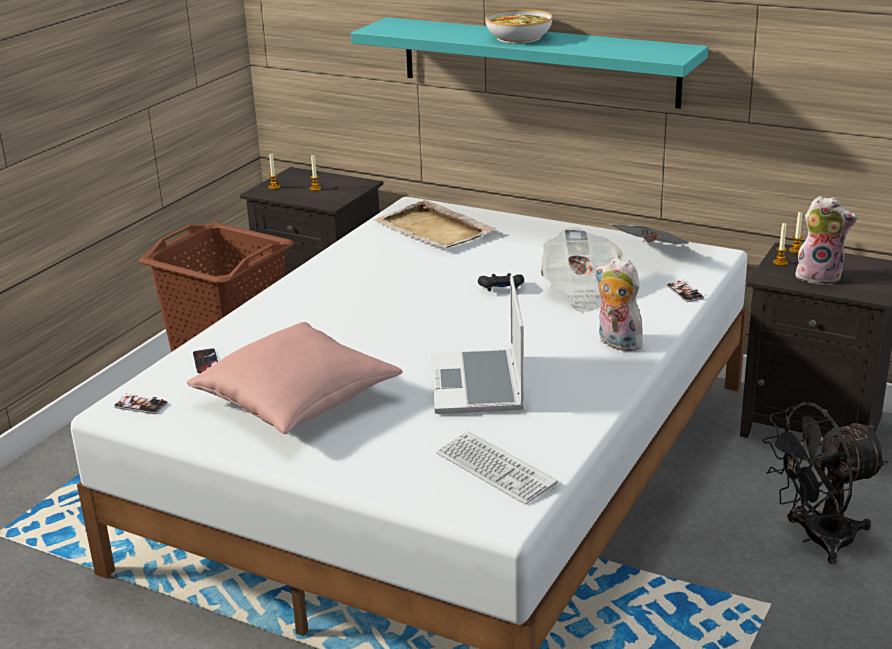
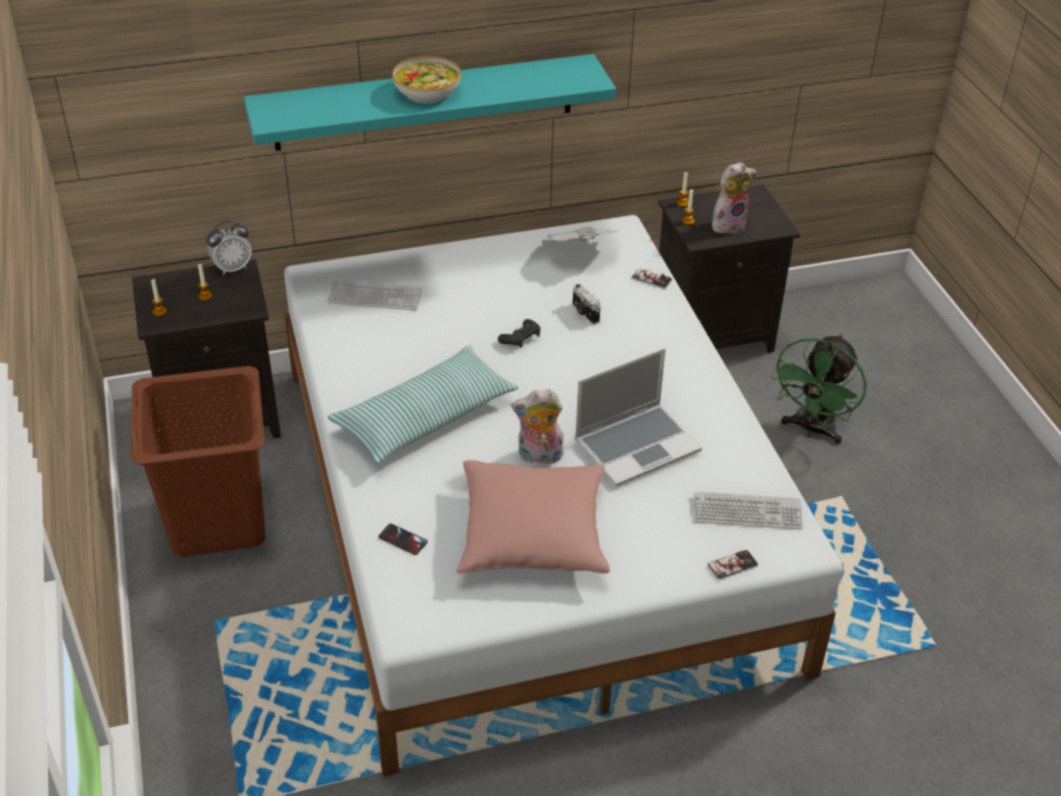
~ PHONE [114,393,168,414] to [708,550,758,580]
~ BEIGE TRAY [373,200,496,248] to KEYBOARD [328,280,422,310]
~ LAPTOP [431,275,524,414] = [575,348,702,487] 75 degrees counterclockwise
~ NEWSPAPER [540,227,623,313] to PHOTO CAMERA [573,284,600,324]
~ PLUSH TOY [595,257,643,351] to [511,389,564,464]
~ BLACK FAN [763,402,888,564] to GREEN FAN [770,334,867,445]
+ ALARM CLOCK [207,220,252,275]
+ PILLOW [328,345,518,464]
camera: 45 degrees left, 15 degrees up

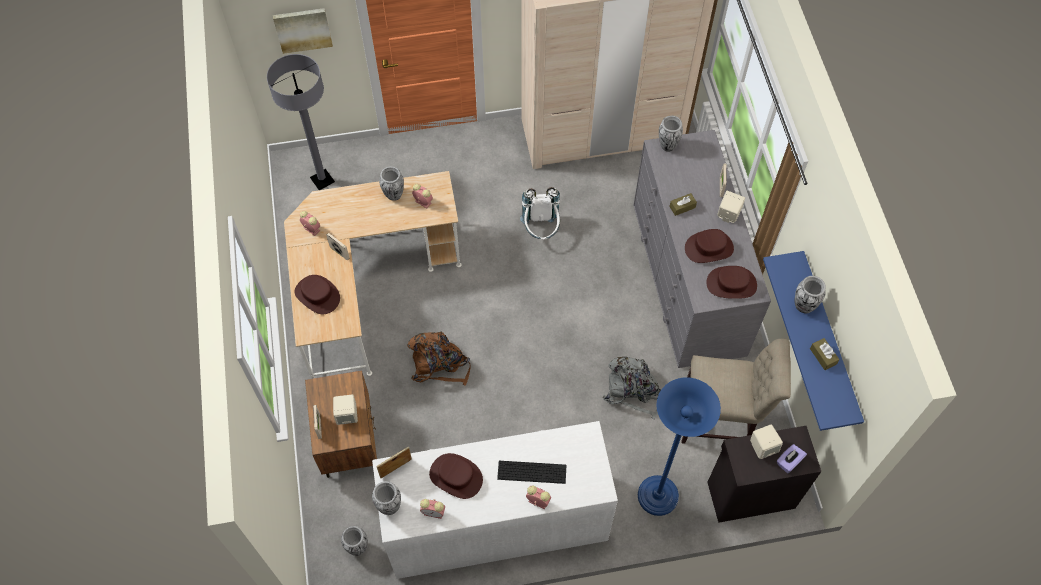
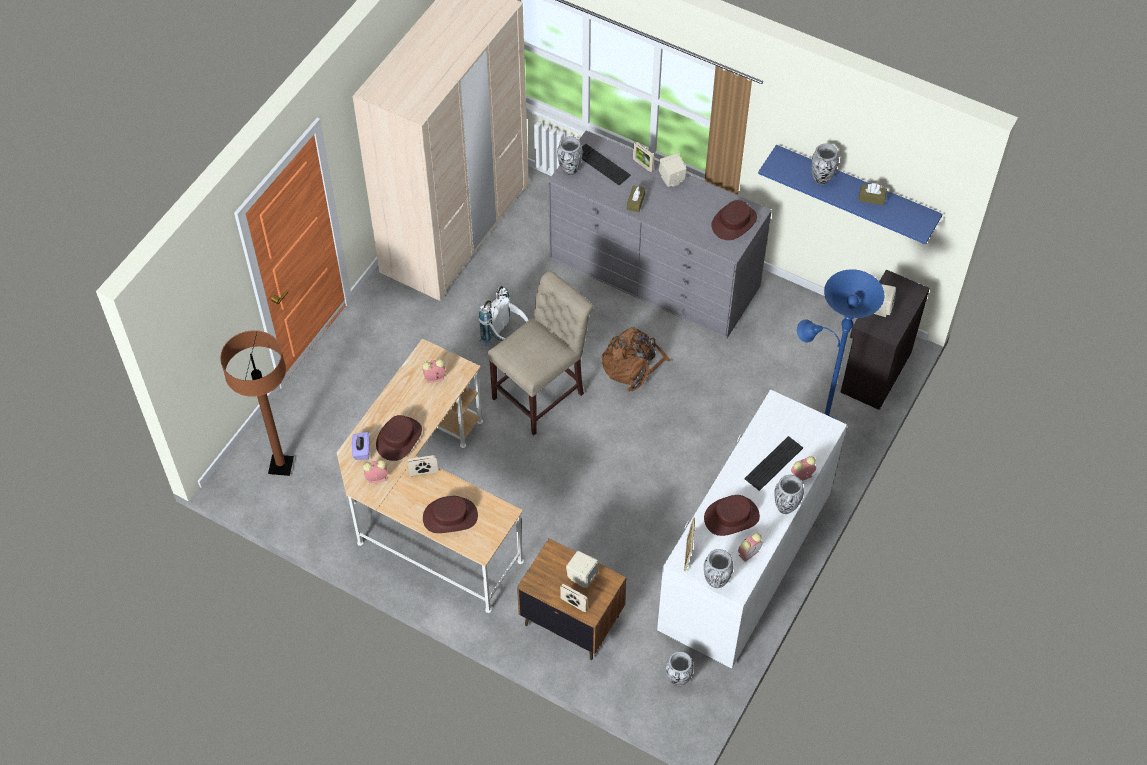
~ GREY FLOOR LAMP [267,54,335,190] to BROWN FLOOR LAMP [220,330,294,476]
- PICTURE [273,8,333,54]
~ VASE [379,166,404,201] to [774,475,804,514]
~ BROWN BACKPACK [408,332,471,386] to [602,327,671,392]
- GREY BACKPACK [603,357,661,419]
~ BEIGE CHAIR [681,338,791,444] to [488,271,594,435]
~ BROWN HAT [685,229,734,263] to [376,415,422,461]
~ PURPLE TISSUE BOX [777,444,807,473] to [352,432,370,460]
+ KEYBOARD [582,144,631,185]
camera: 50 degrees left, 5 degrees down

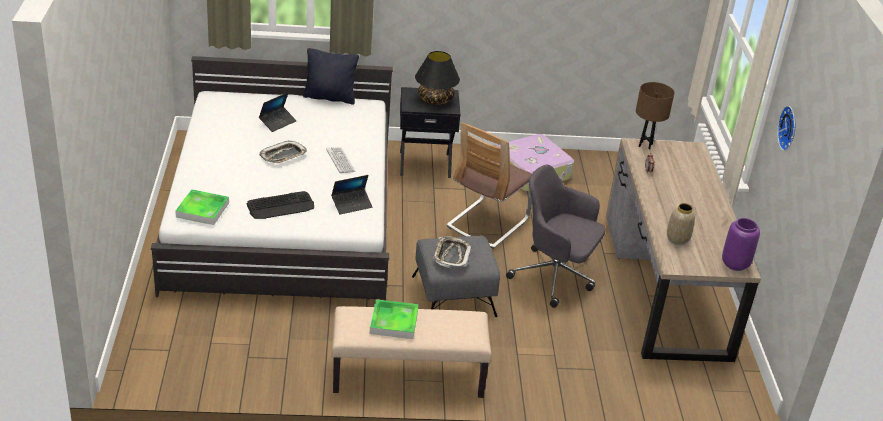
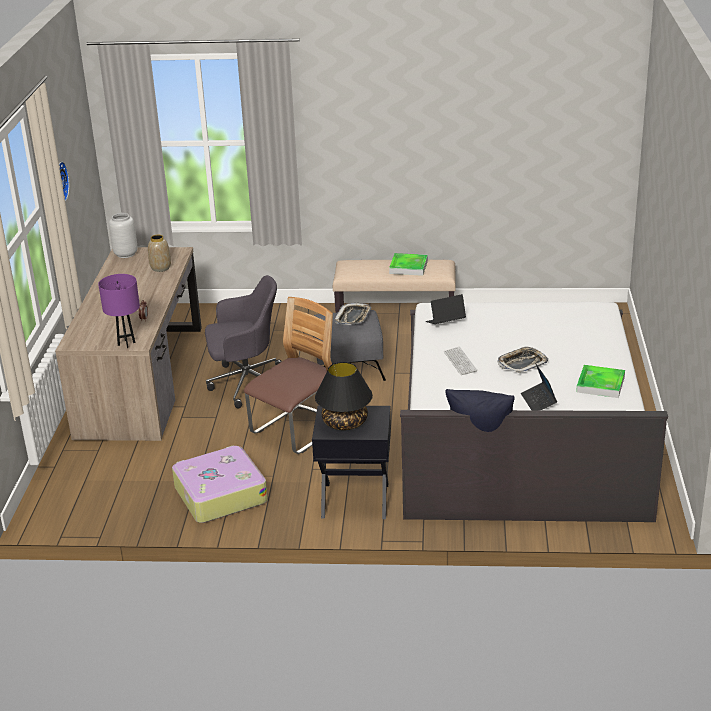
~ TRAY [175,189,229,225] to [576,365,625,398]
- KEYBOARD [247,191,314,219]
~ LAPTOP [259,93,297,132] = [521,364,557,410] 60 degrees counterclockwise
~ GREY OFFICE CHAIR [506,165,605,308] = [205,275,282,408] 45 degrees counterclockwise
~ BROWN TABLE LAMP [636,82,674,150] to PURPLE TABLE LAMP [98,274,140,348]
~ PURPLE VASE [722,218,760,271] to GREY VASE [109,213,138,258]
camera: 170 degrees left, 5 degrees down

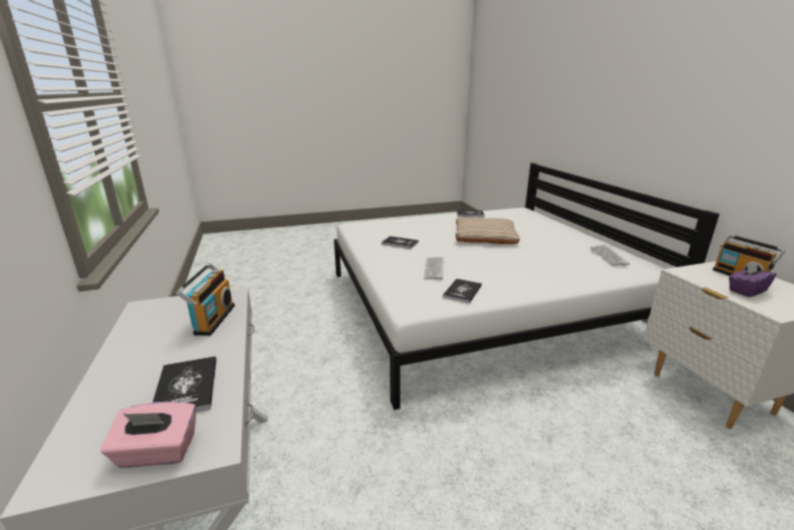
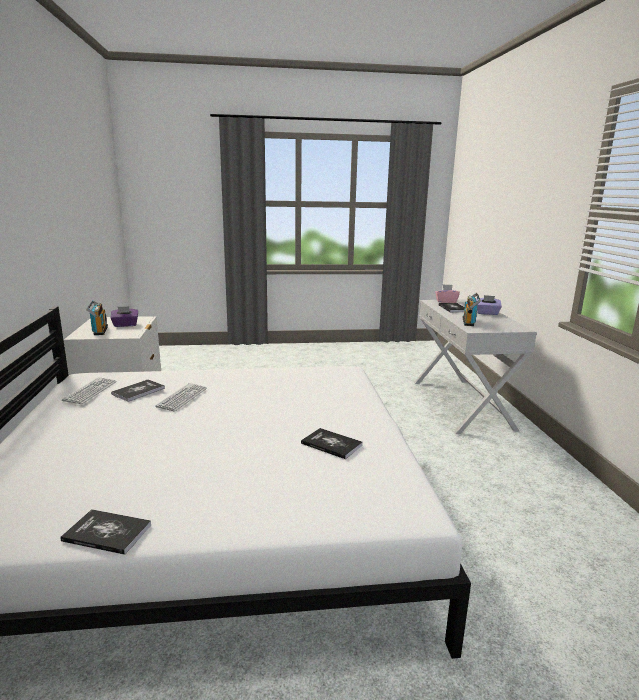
~ KEYBOARD [423,257,444,279] to [155,383,207,412]
~ BOOK [443,279,482,304] to [111,379,165,402]
- BEIGE PILLOW [456,217,520,244]
+ PURPLE TISSUE BOX [476,295,502,315]
camera: 170 degrees left, 5 degrees down

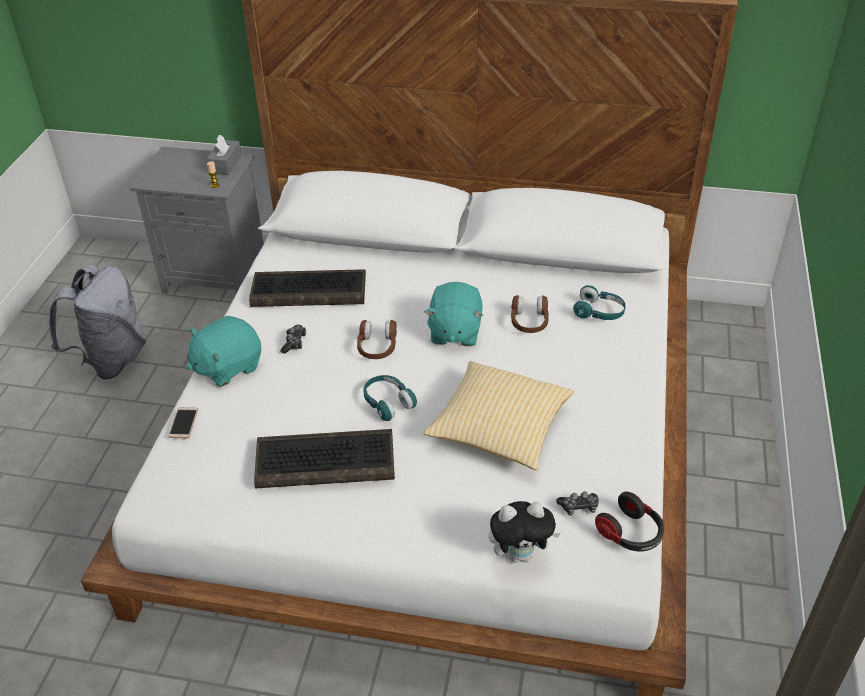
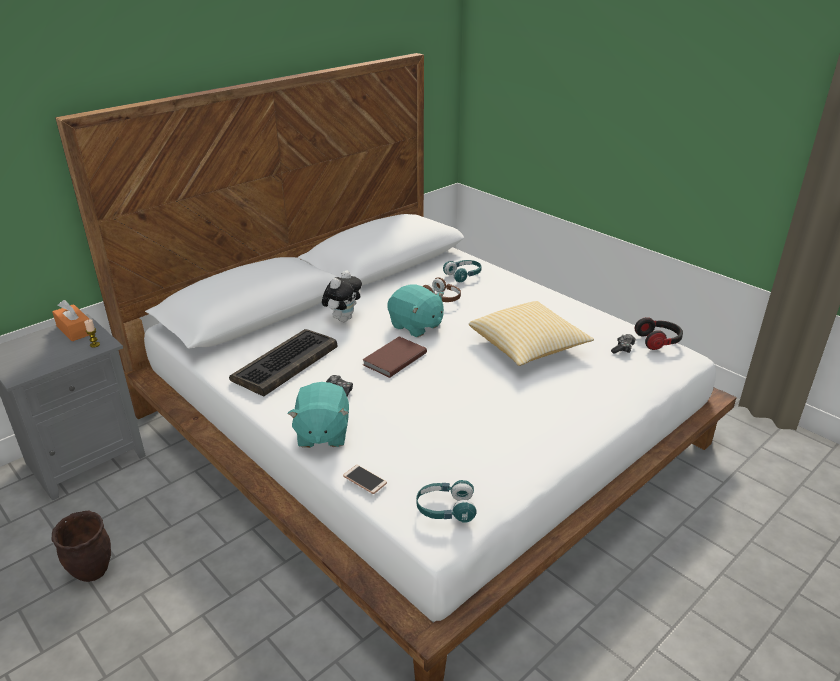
~ GREY BACKPACK [49,265,146,379] to BROWN PLANTER [52,511,111,582]
~ GREY TISSUE BOX [207,135,242,175] to ORANGE TISSUE BOX [52,300,89,341]
- KEYBOARD [254,429,395,489]
~ BROWN HEADPHONES [357,320,397,359] to BROWN BOOK [362,336,427,378]
~ TURQUOISE HEADPHONES [363,375,417,421] to [416,480,477,523]
~ PLUSH TOY [489,501,561,563] to [322,270,362,322]
camera: 55 degrees left, 10 degrees down

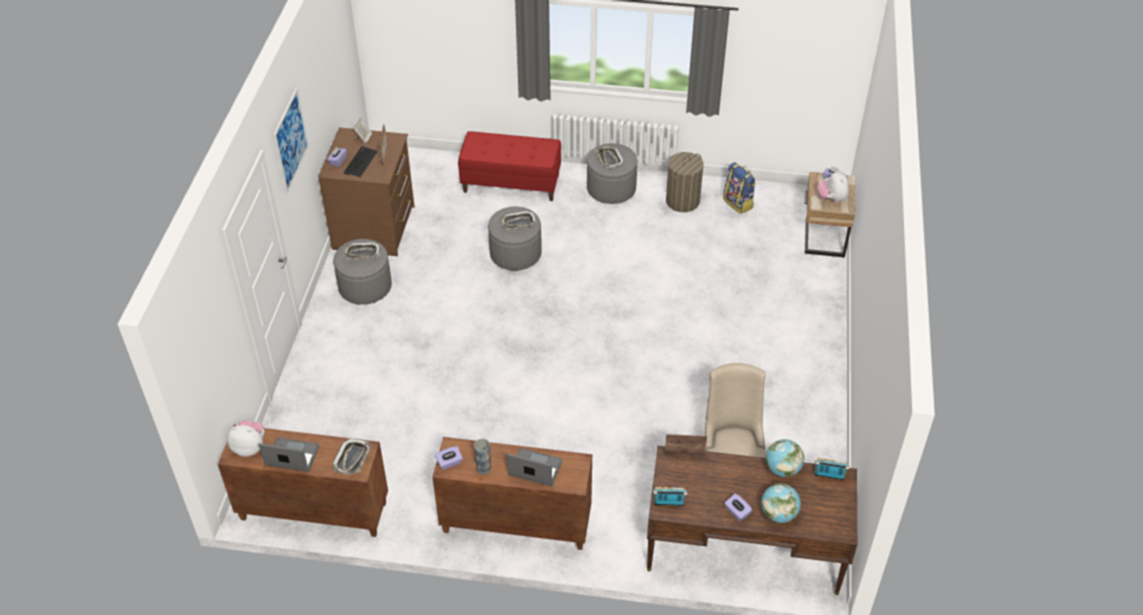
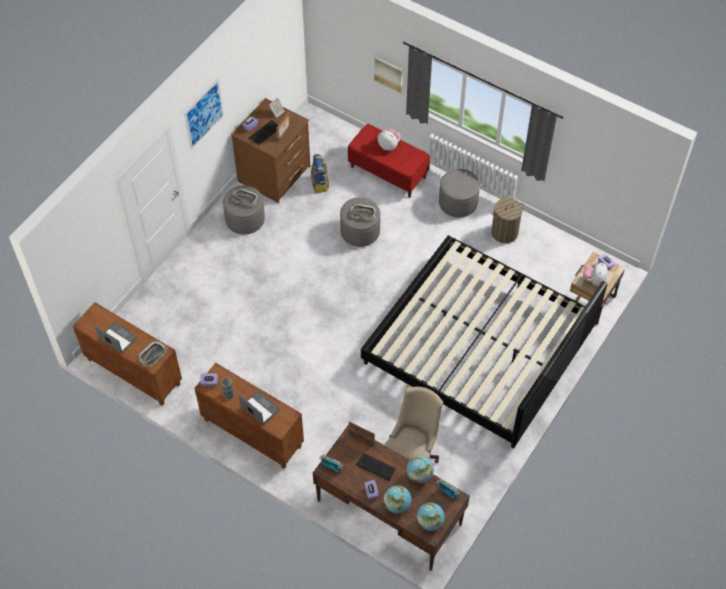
~ PLUSH TOY [227,420,264,457] to [378,129,401,151]
- TRAY [594,146,625,168]
~ BACKPACK [723,162,756,214] to [311,154,329,193]
+ KEYBOARD [356,453,396,481]
+ BED [361,235,607,448]
+ PICTURE [374,57,403,93]
+ GLOBE [417,503,445,531]
camera: 25 degrees right, 10 degrees up

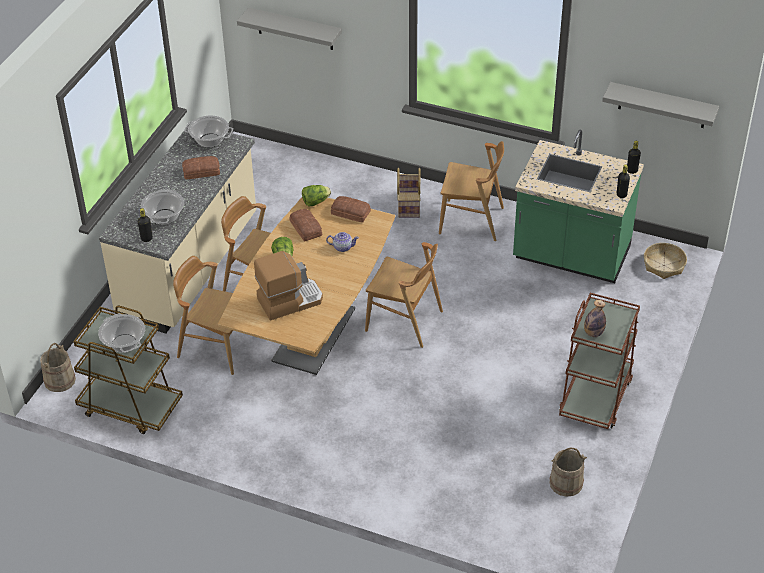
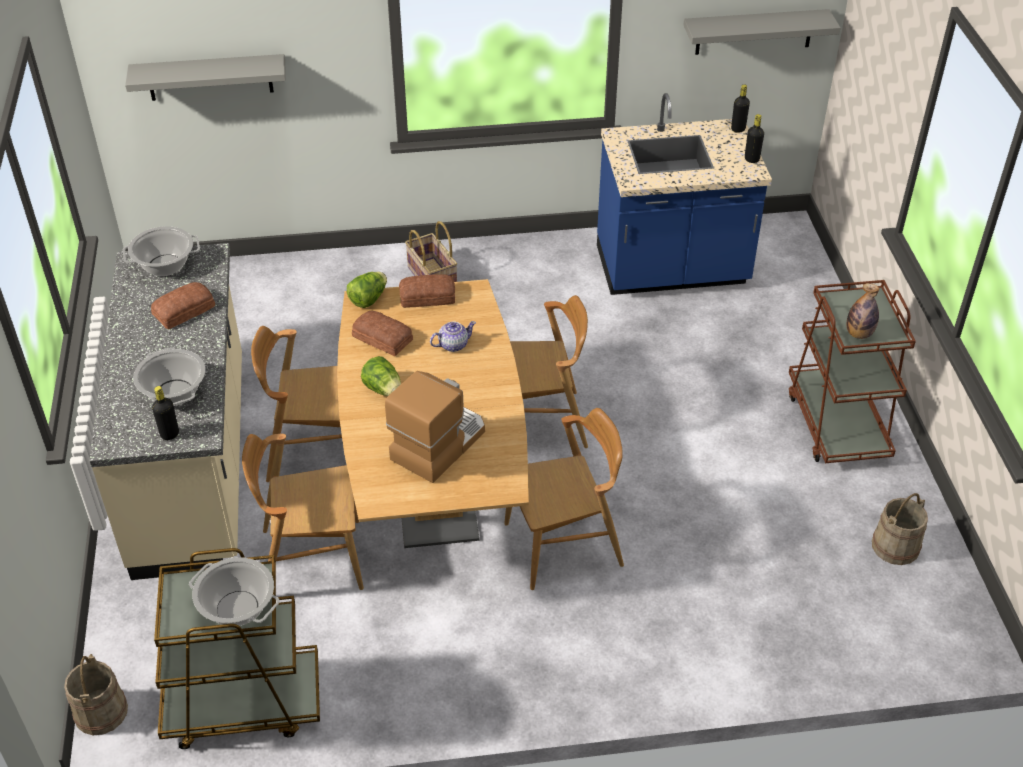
~ BROWN CHAIR [439,141,504,241] to [504,408,624,590]
~ GREEN COUNTER [513,130,644,283] to BLUE COUNTER [597,93,772,295]
- BASKET [644,243,687,279]
camera: 30 degrees left, 0 degrees up

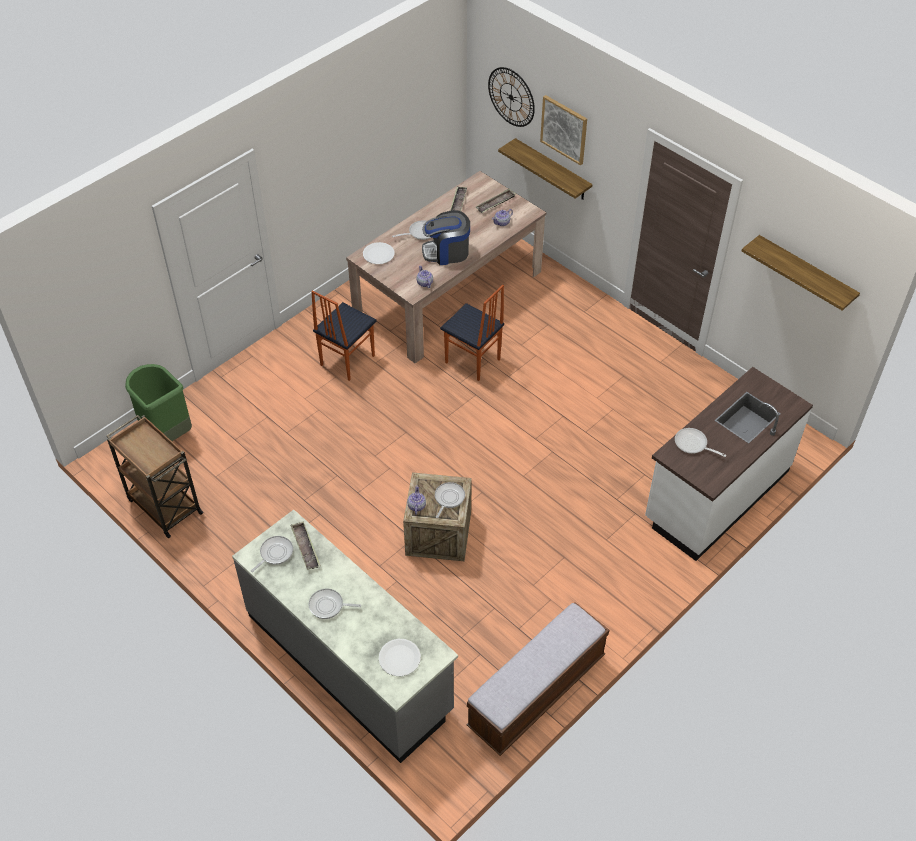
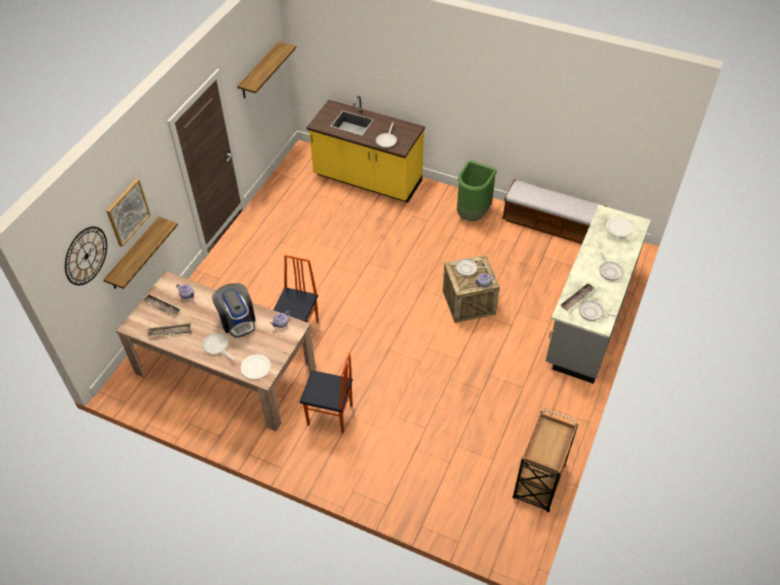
~ GREEN TRASH CAN [125,364,192,441] to [457,160,497,221]
~ WHITE COUNTER [645,367,813,561] to YELLOW COUNTER [307,96,425,203]
camera: 110 degrees left, 0 degrees up

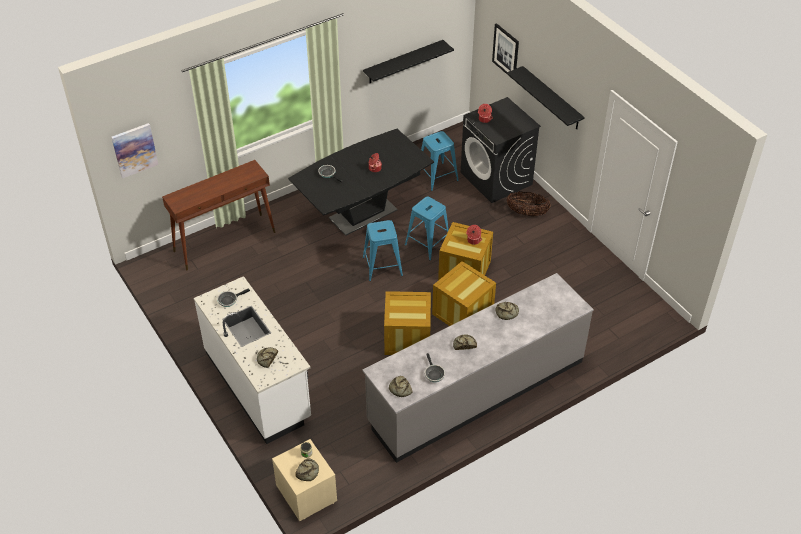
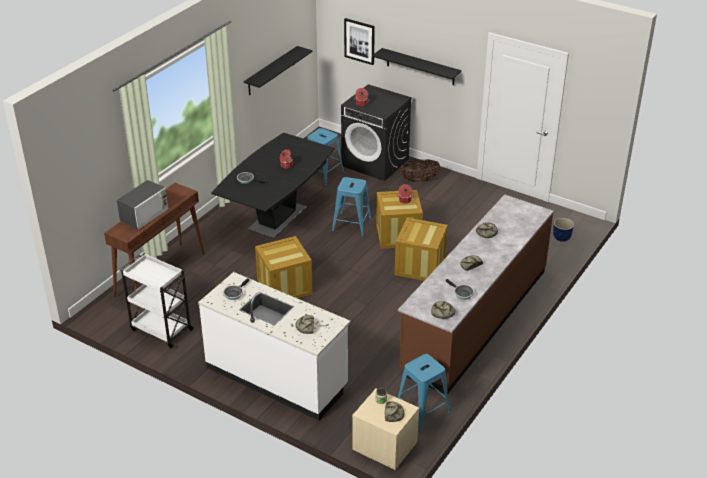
- PICTURE [111,123,158,179]
~ GREY COUNTER [362,273,594,463] to BROWN COUNTER [398,194,554,394]
~ BLUE STOOL [363,220,403,281] to [398,354,451,431]
~ CRATE [384,291,431,355] to [255,236,313,298]
+ MICROWAVE [117,180,169,230]
+ WHITE CART [119,253,194,348]
+ PLANTER [553,218,574,242]
camera: 25 degrees left, 10 degrees down

